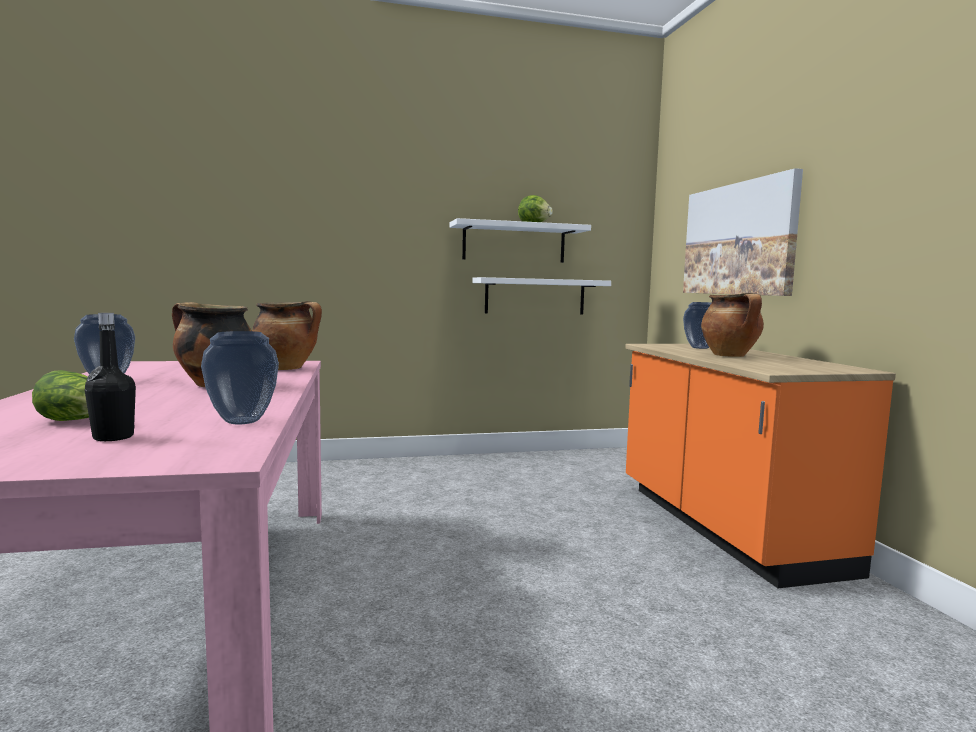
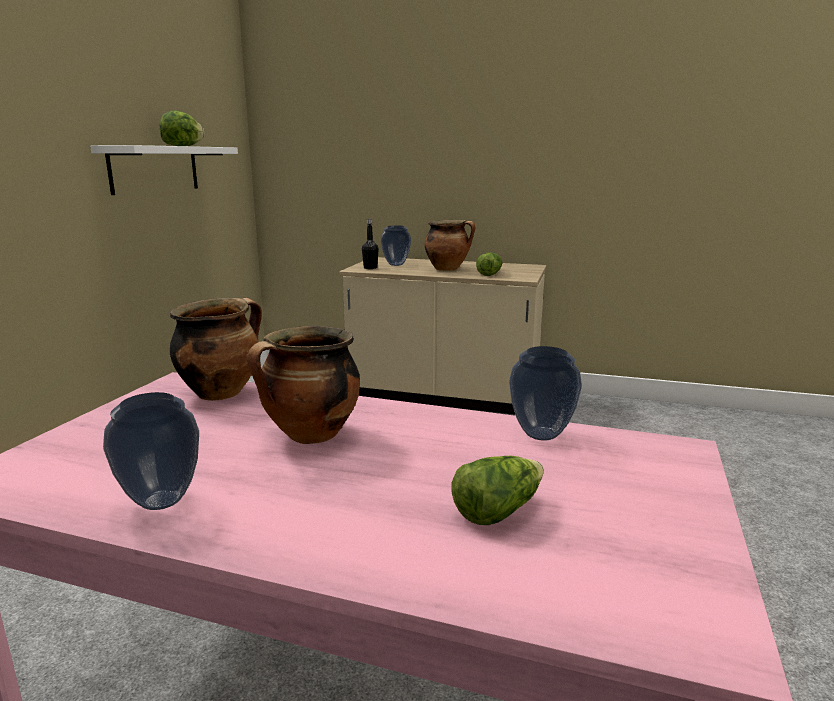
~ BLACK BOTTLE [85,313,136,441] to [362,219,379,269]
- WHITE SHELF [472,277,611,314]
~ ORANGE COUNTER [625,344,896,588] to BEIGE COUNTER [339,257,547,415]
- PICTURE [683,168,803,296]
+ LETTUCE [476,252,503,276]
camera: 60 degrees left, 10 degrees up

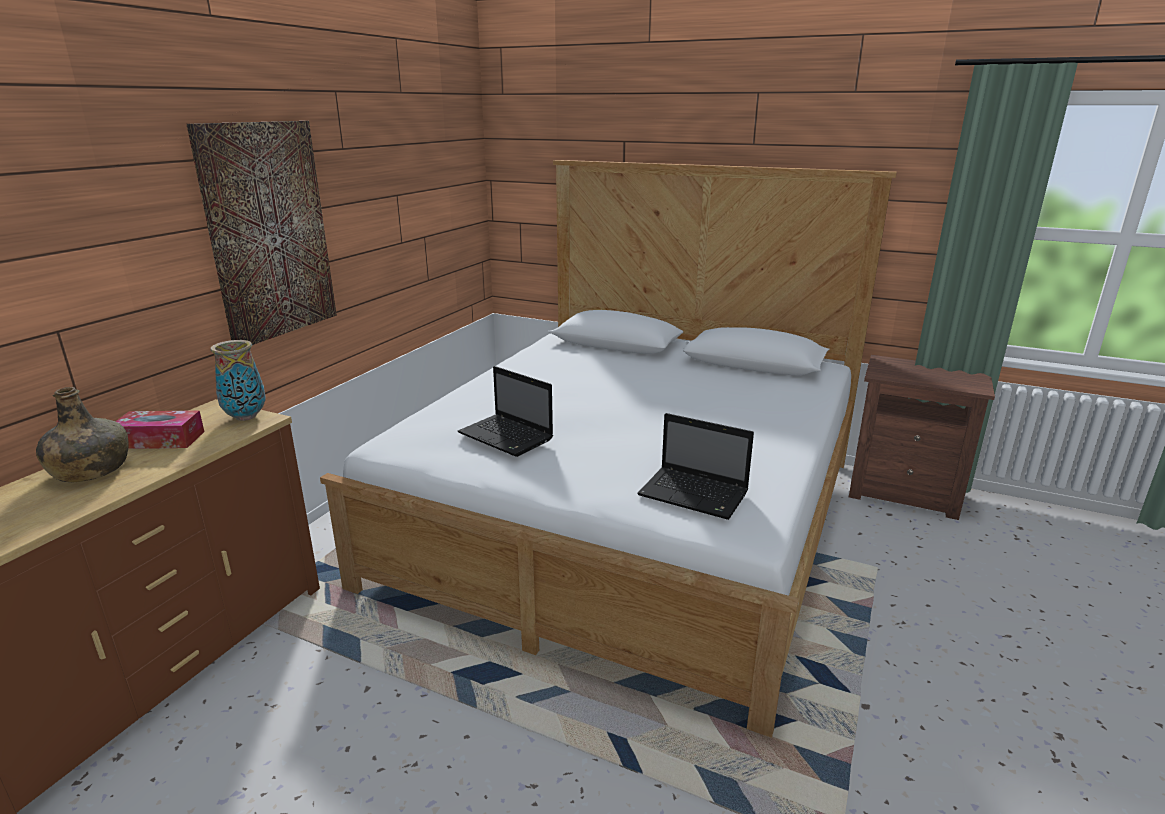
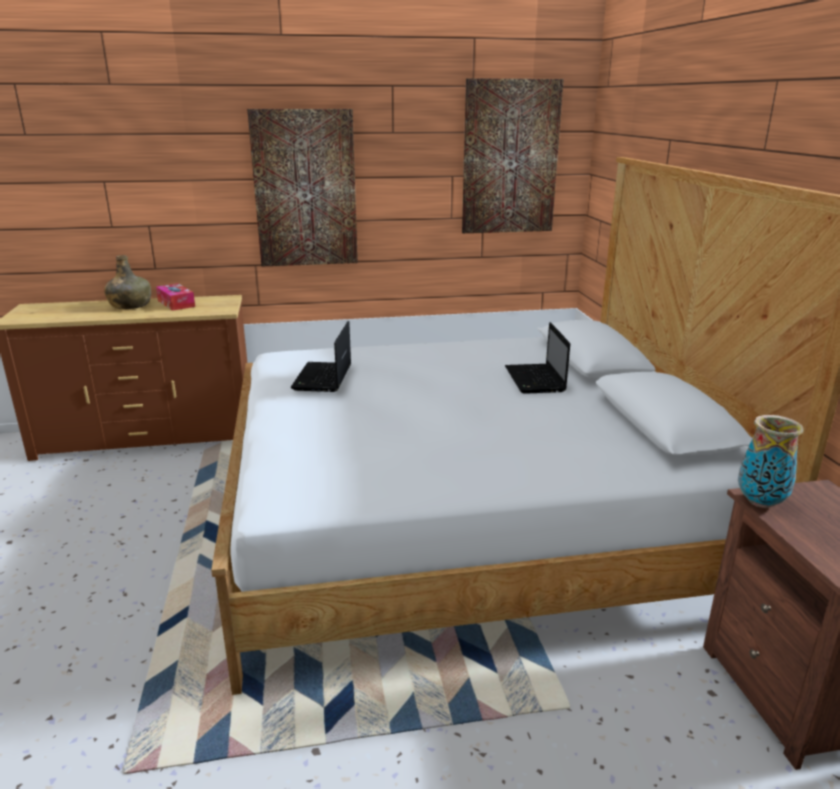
~ VASE [210,340,266,421] to [738,415,804,508]
~ LAPTOP [637,413,754,520] to [505,322,570,394]
+ PICTURE [462,78,564,233]
camera: 55 degrees right, 0 degrees up

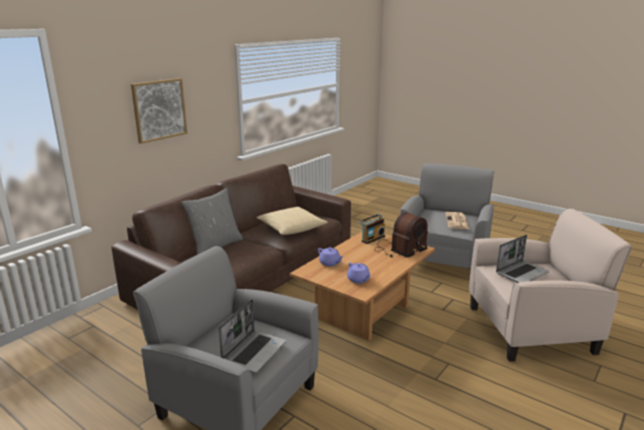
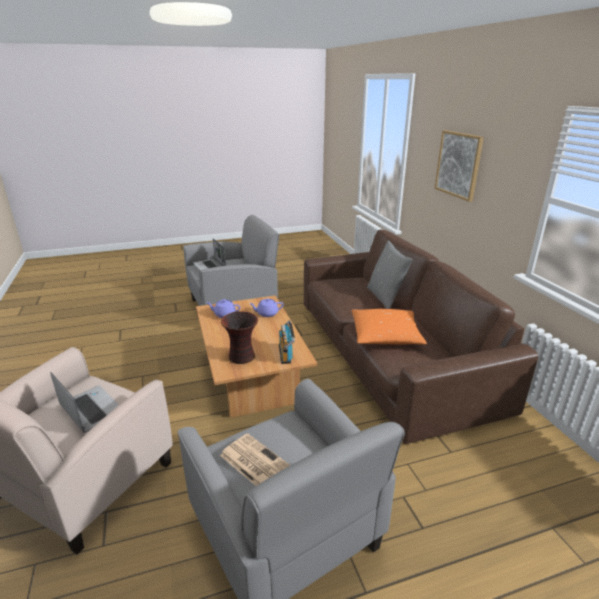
~ BEIGE PILLOW [257,207,328,235] to ORANGE PILLOW [351,309,427,345]
~ RADIO [374,212,428,258] to VASE [221,311,258,364]
~ LAPTOP [496,235,549,283] = [50,372,119,433] 135 degrees clockwise
camera: 125 degrees right, 5 degrees up

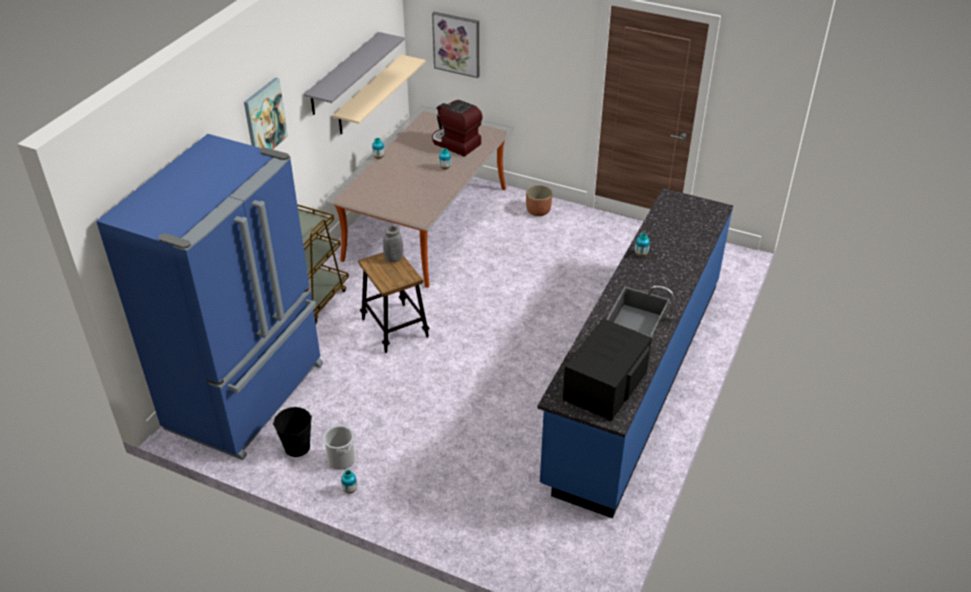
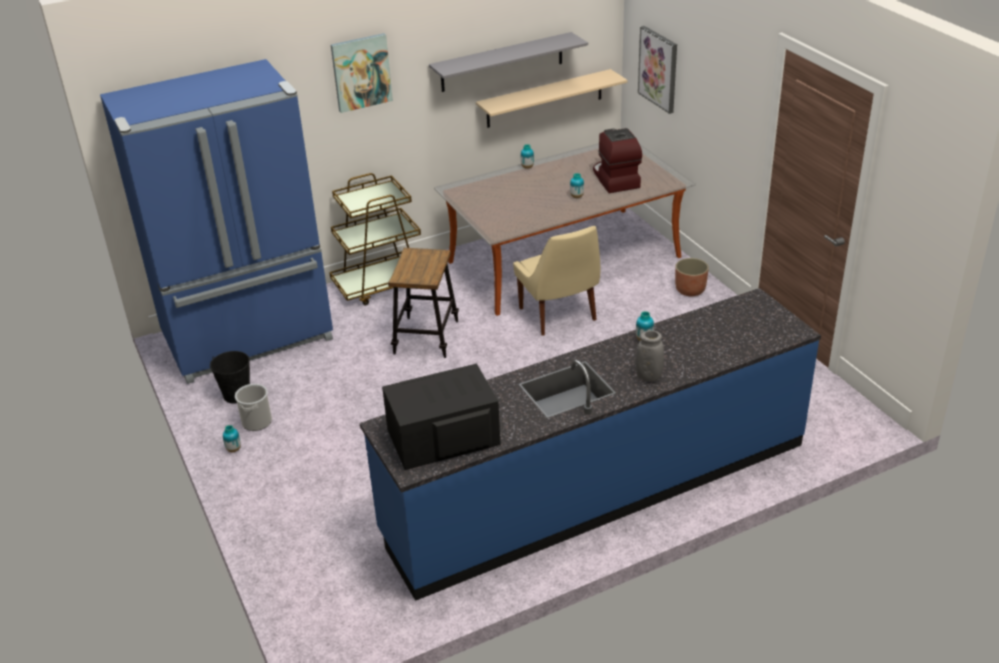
~ GREY VASE [383,226,403,262] to [635,330,664,382]
+ BEIGE CHAIR [513,226,600,336]
camera: 40 degrees right, 5 degrees down

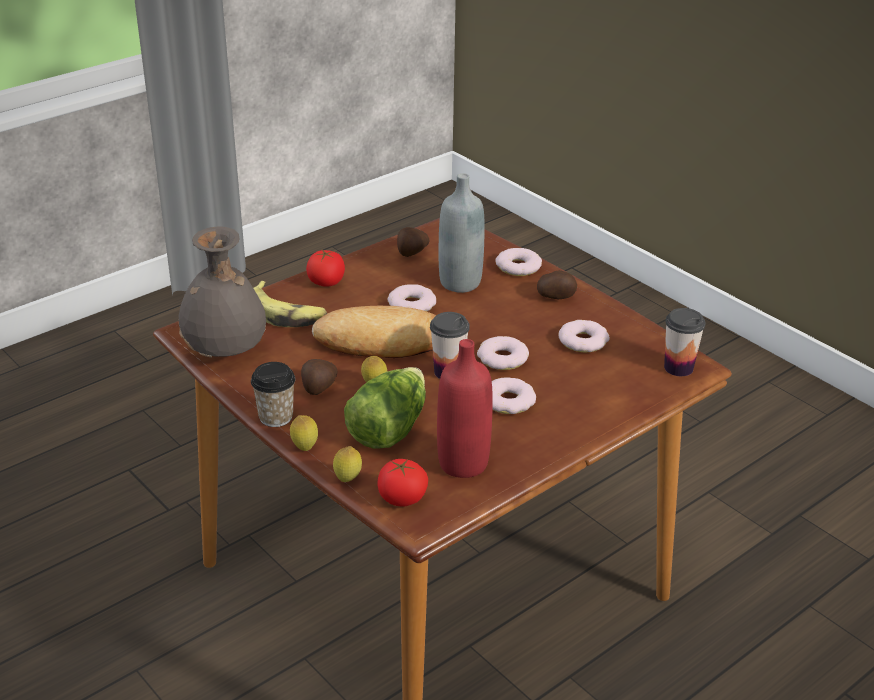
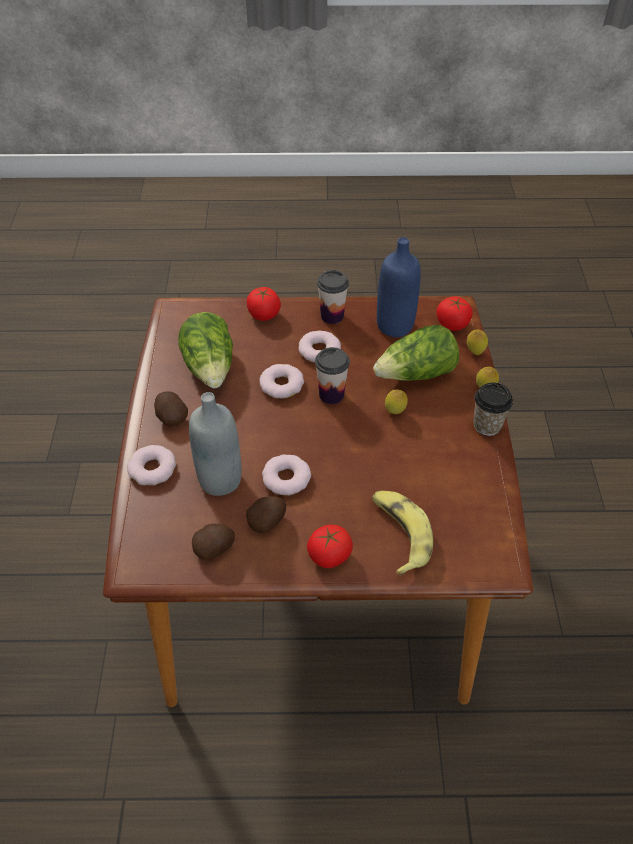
- GREY VASE [179,226,266,358]
~ POTATO [301,359,338,395] to [246,496,286,533]
- BREAD [312,306,436,358]
~ RED BOTTLE [437,339,493,478] to BLUE BOTTLE [377,237,421,338]
~ DONUT [558,320,610,352] to LETTUCE [178,312,233,388]
~ CUP [664,308,706,376] to [317,270,349,324]
+ TOMATO [247,287,281,321]
camera: 140 degrees left, 15 degrees up

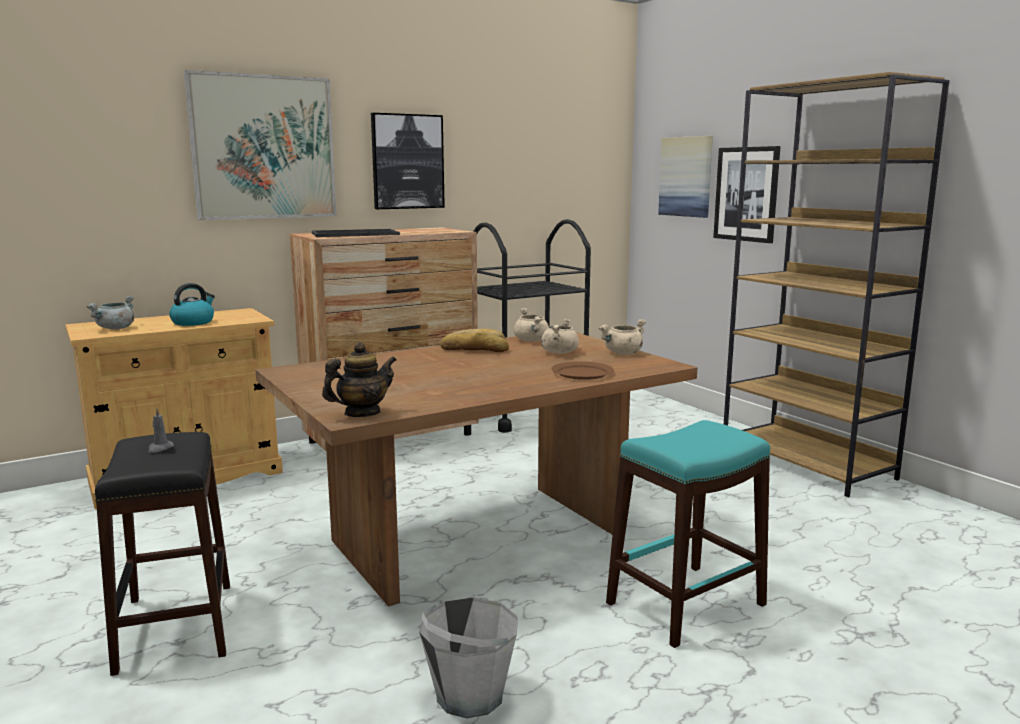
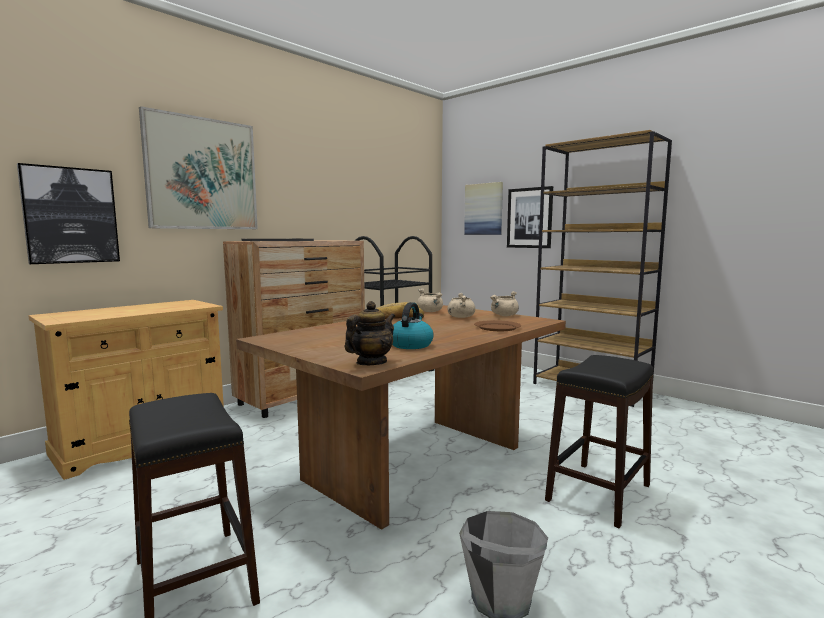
- GREY COOKING POT [87,295,134,330]
- GREY CANDLE [148,407,174,453]
~ KETTLE [169,283,215,326] to [393,302,434,349]
~ PICTURE [371,113,445,209] to [17,163,120,264]
~ TURQUOISE STOOL [606,420,770,648] to BLACK STOOL [545,355,653,528]
camera: 15 degrees left, 5 degrees down

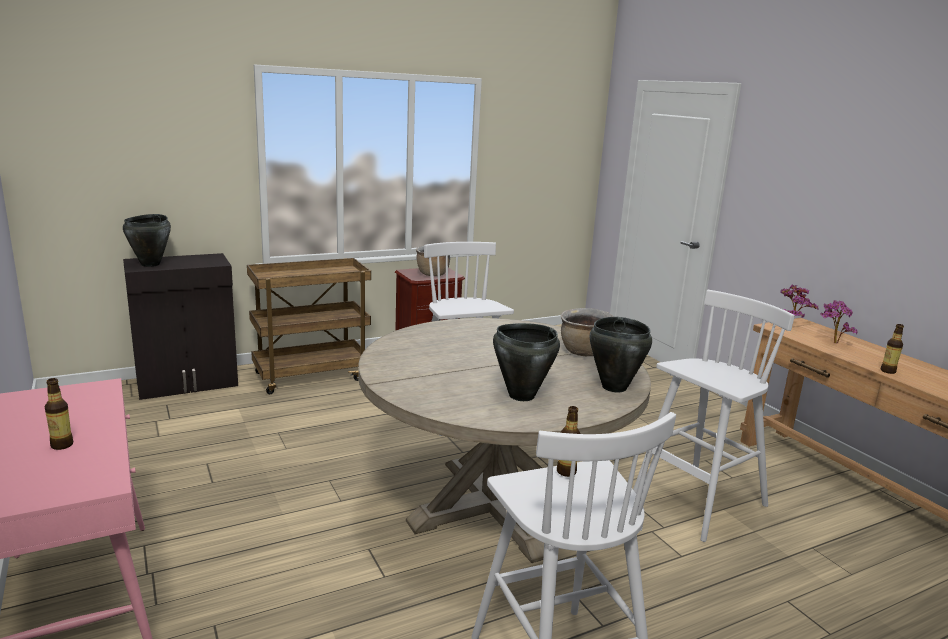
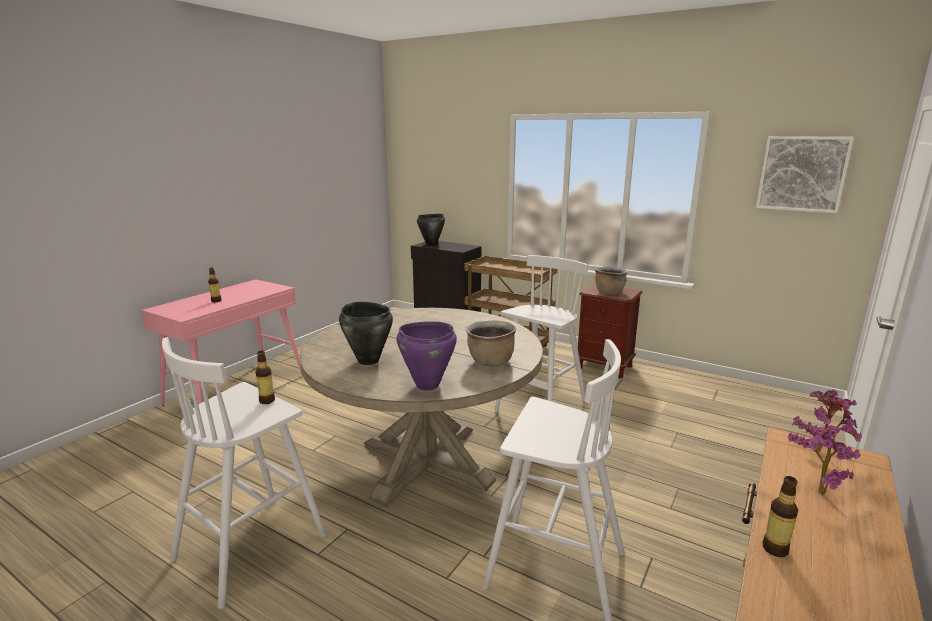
~ BLACK COOKING POT [590,317,652,392] to PURPLE COOKING POT [397,321,457,391]
+ PICTURE [756,136,854,213]
camera: 60 degrees right, 0 degrees up

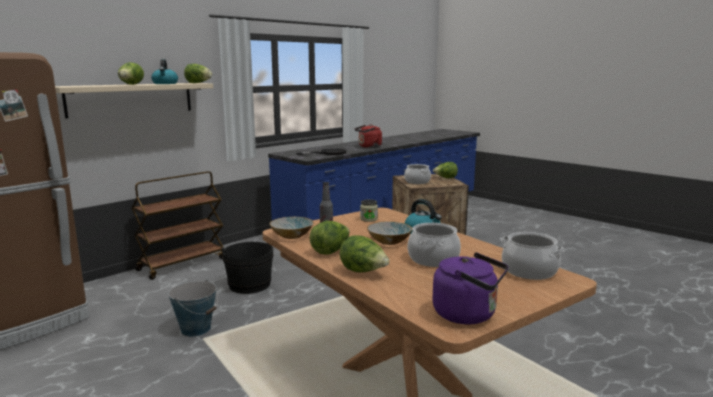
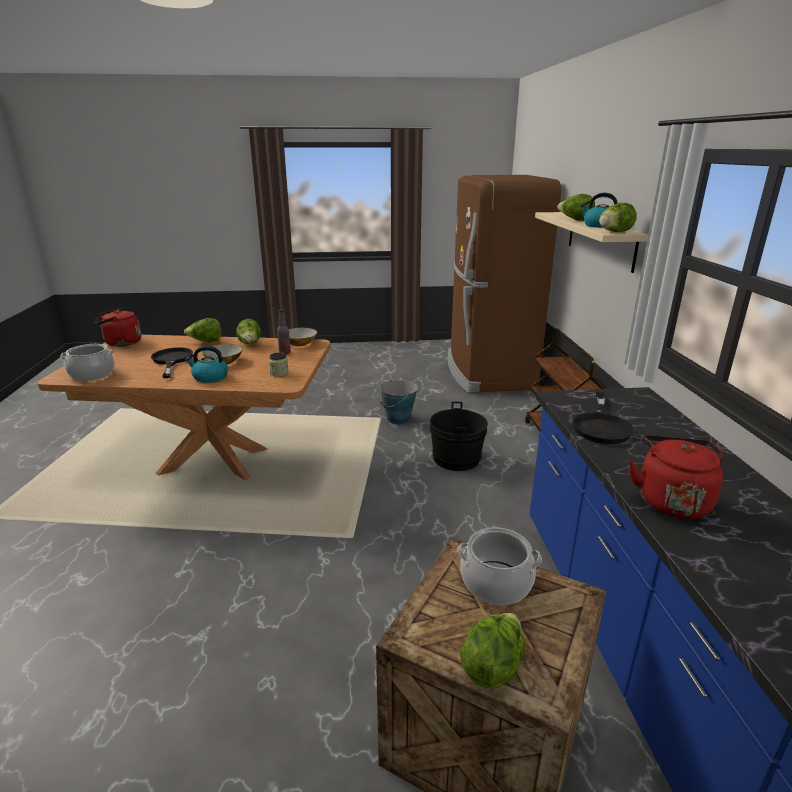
~ COOKING POT [408,223,461,267] to BLACK FRYING PAN [151,347,193,378]
~ PURPLE KETTLE [432,252,508,324] to RED KETTLE [95,308,141,347]
camera: 130 degrees right, 10 degrees up

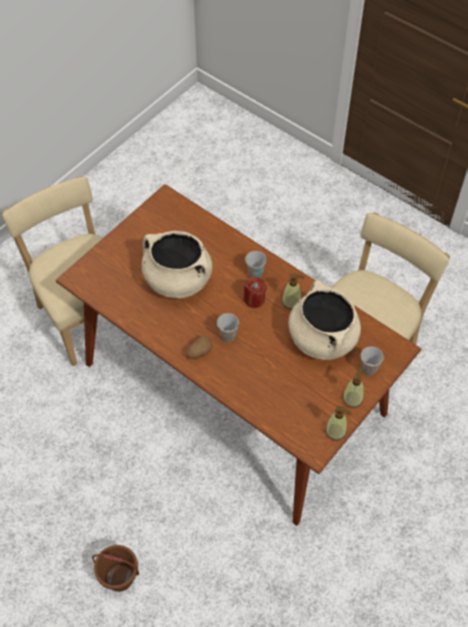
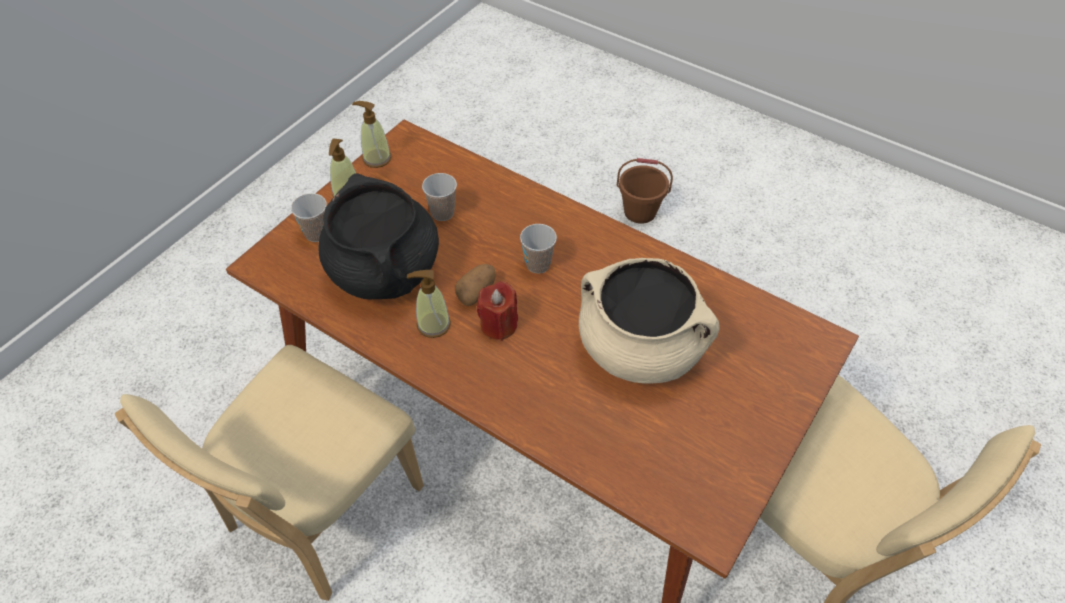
~ POTATO [187,336,212,359] to [455,264,496,306]
~ CUP [245,251,266,277] to [422,173,457,221]
~ BEIGE COOKING POT [288,280,361,360] to BLACK COOKING POT [319,173,439,300]
camera: 175 degrees right, 5 degrees down

